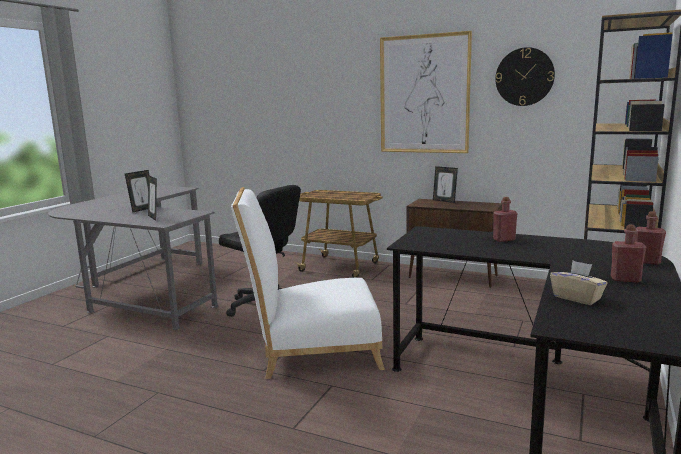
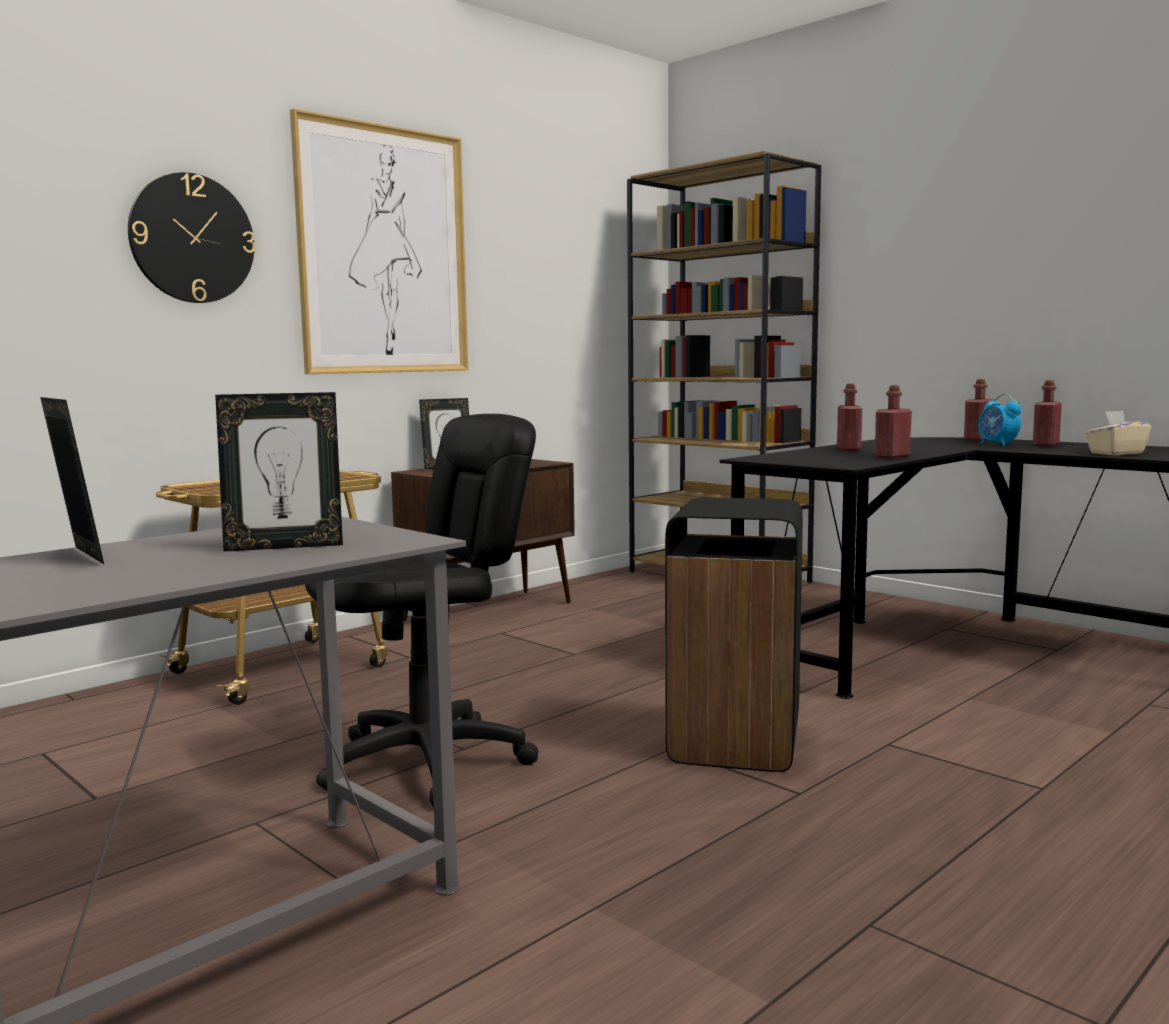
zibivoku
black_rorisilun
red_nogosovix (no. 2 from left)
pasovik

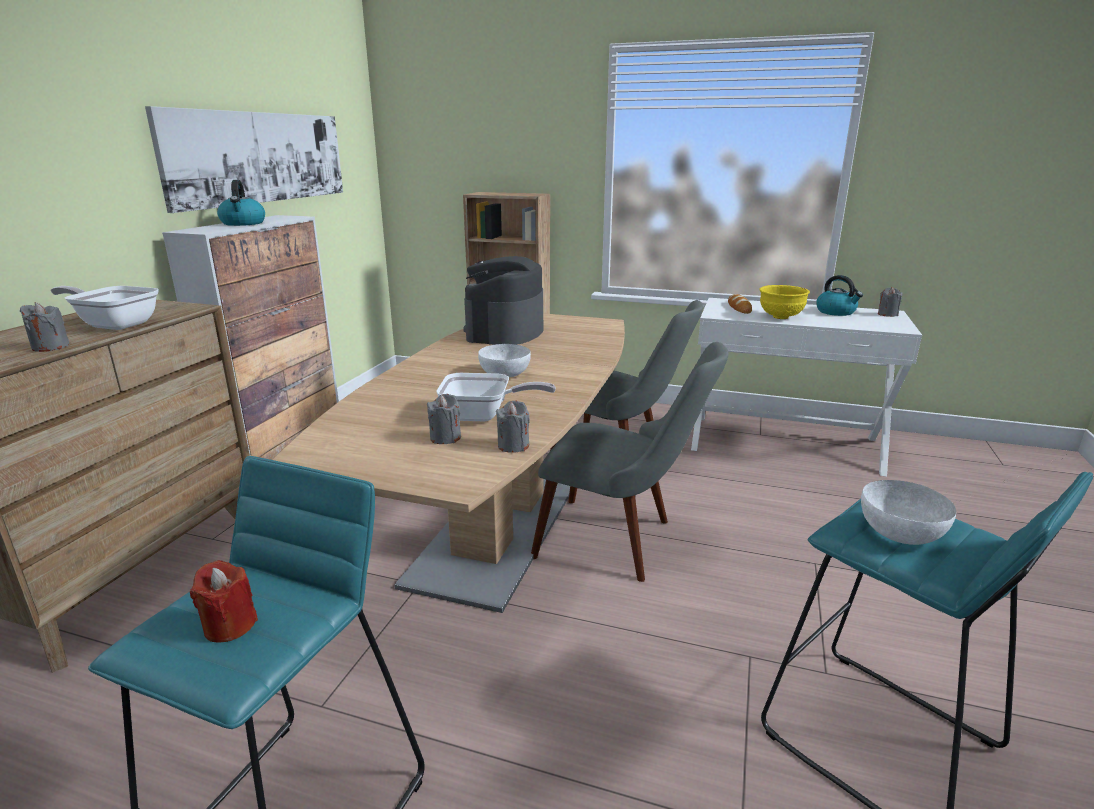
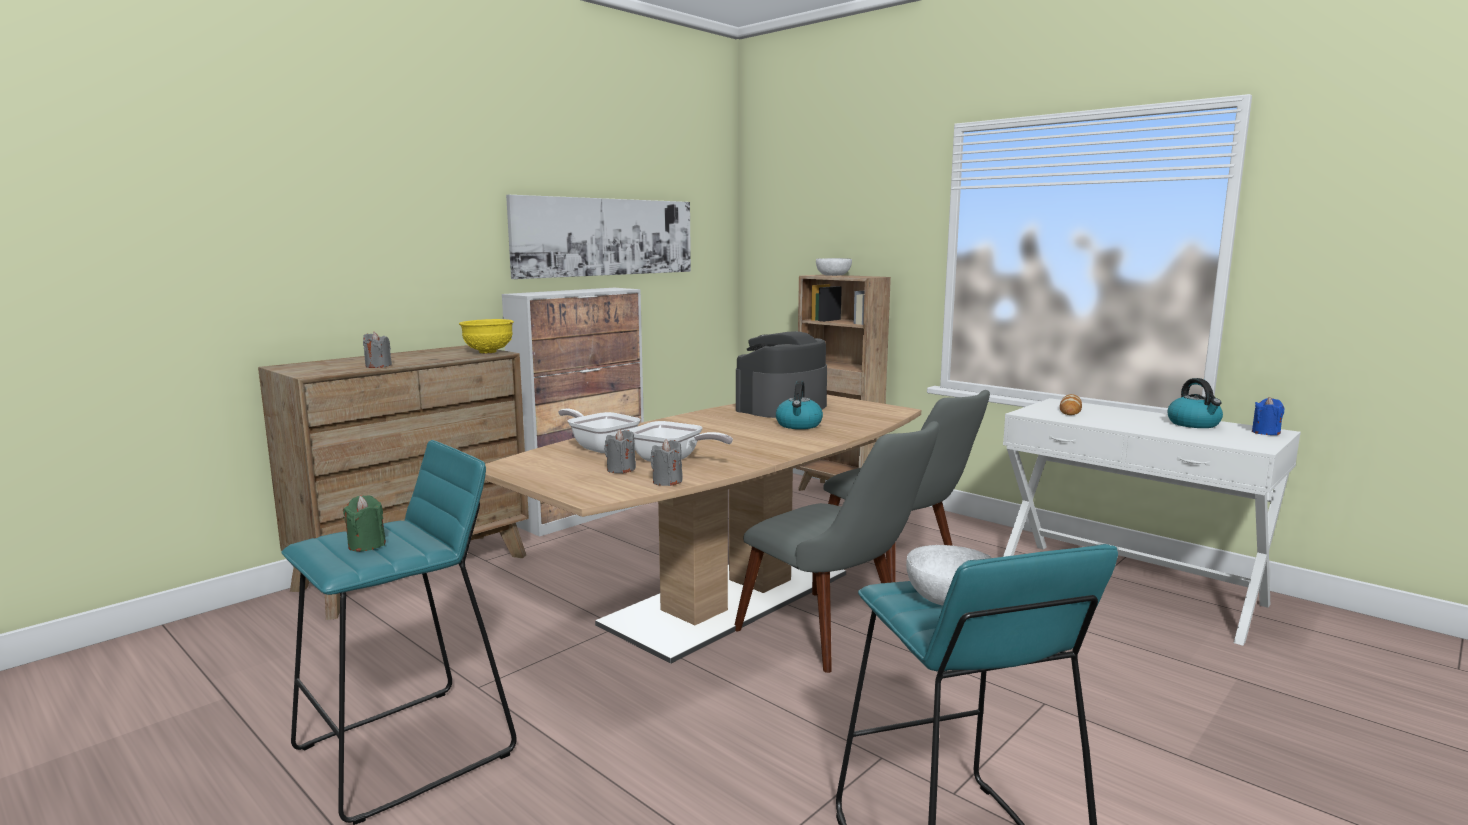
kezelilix (no. 1 from left)
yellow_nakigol
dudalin (no. 1 from left)
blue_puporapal
white_nakigol (no. 1 from left)
green_puporapal

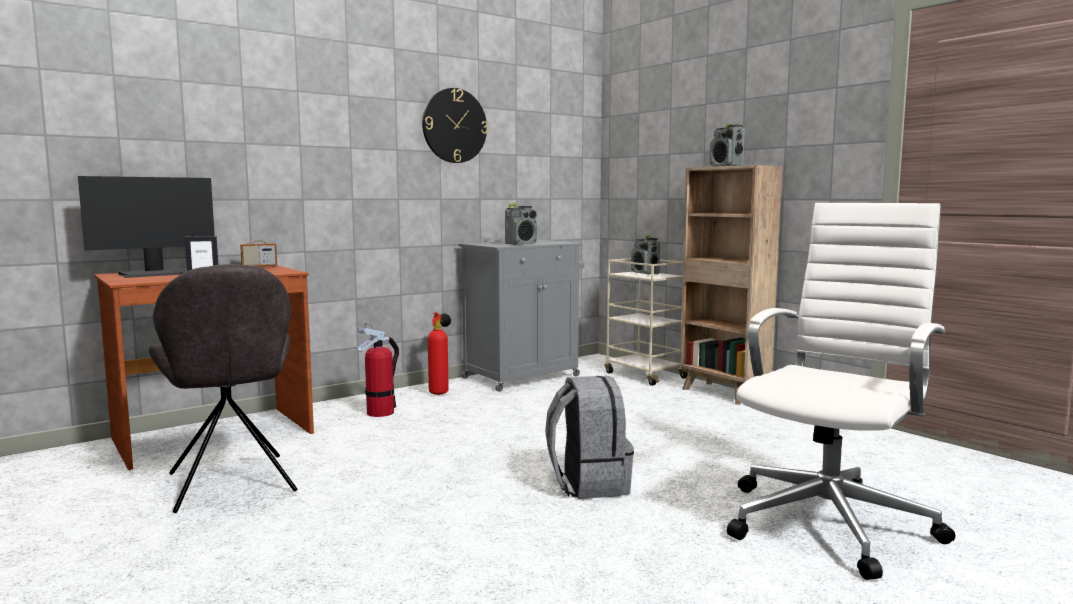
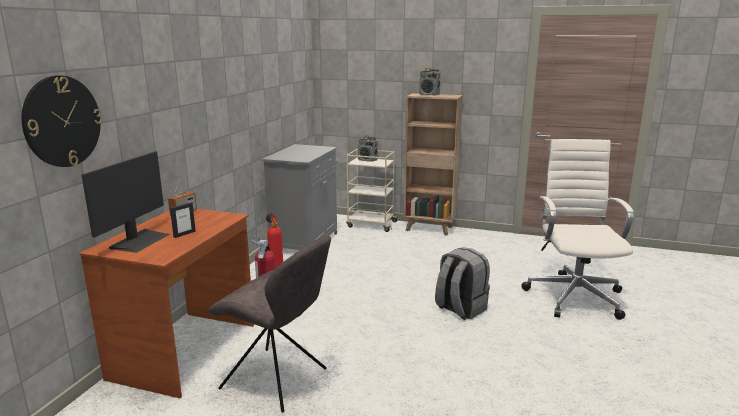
zibivoku
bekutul (no. 2 from left in the first image)

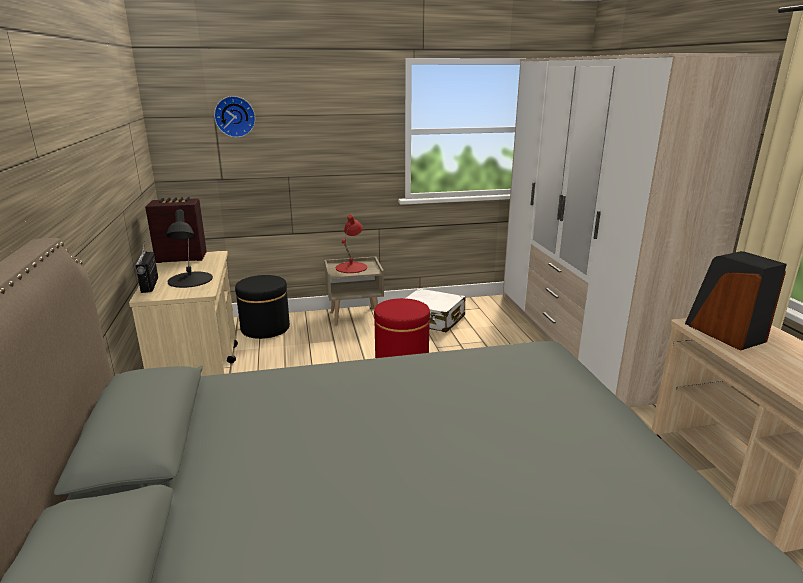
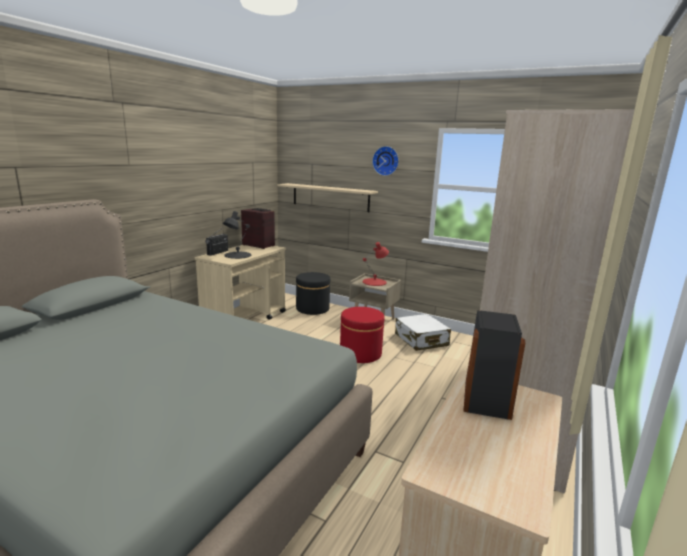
zibivoku
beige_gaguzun

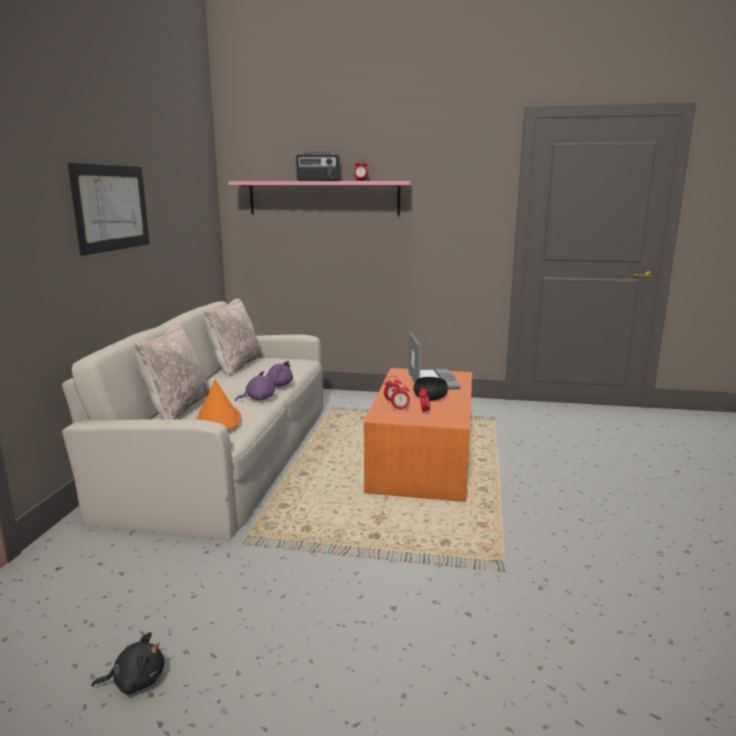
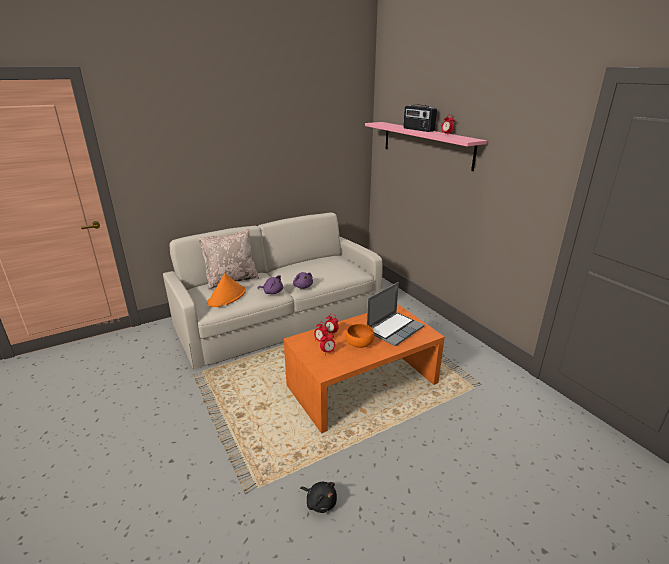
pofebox
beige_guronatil (no. 2 from left in the first image)
orange_nakigol
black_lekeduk

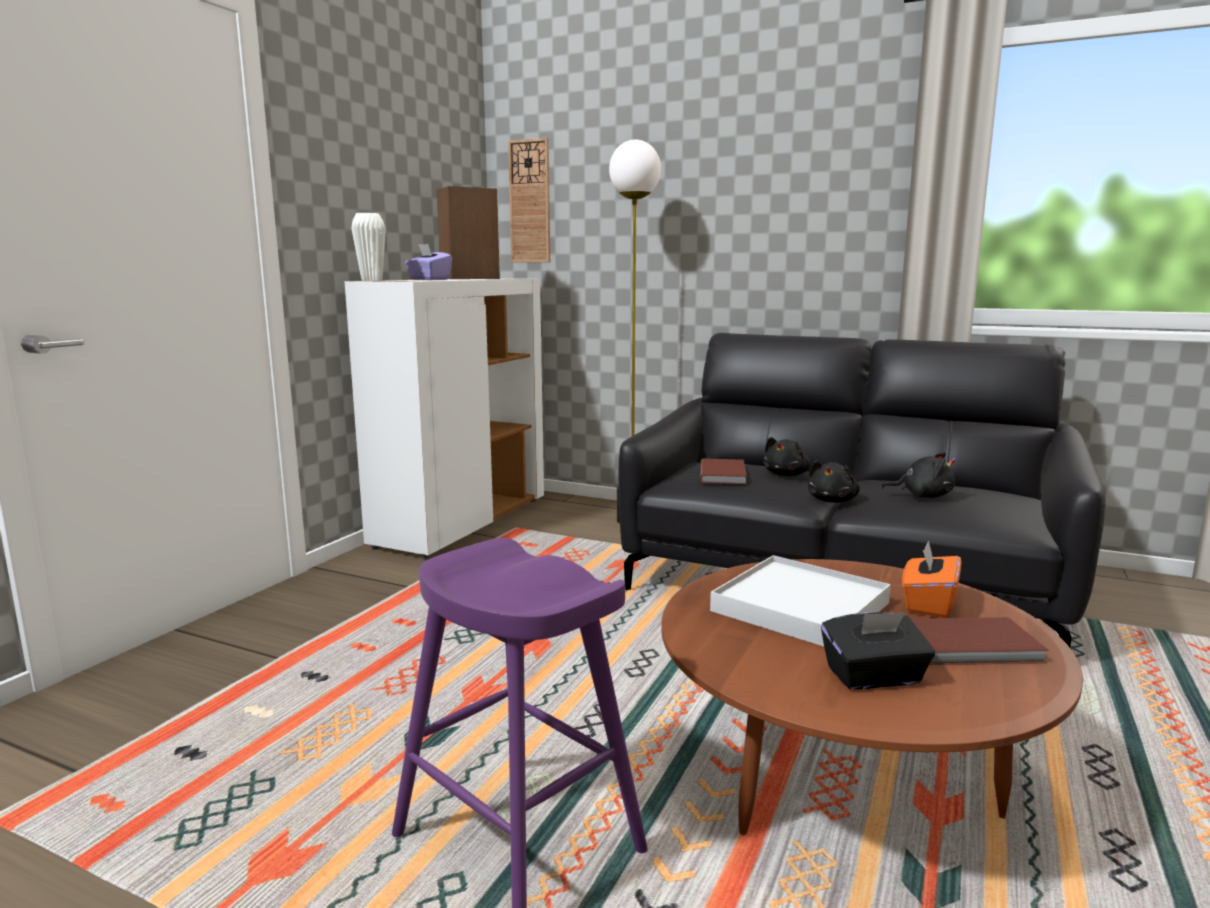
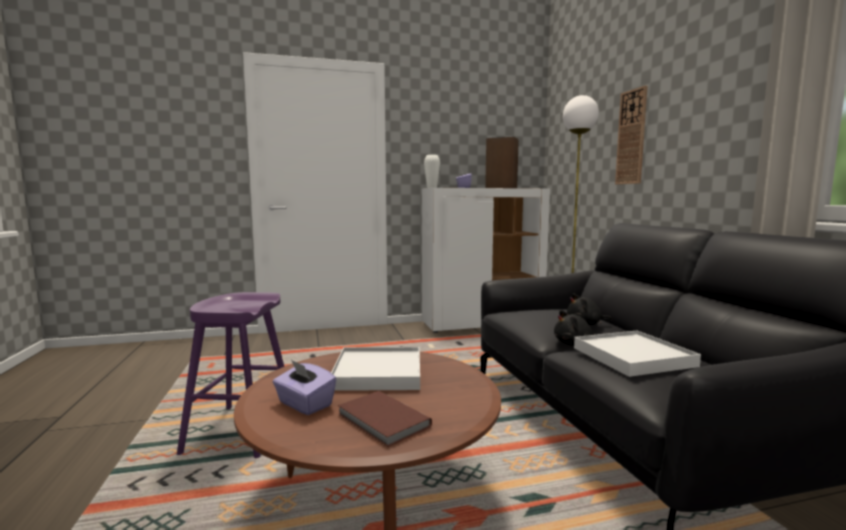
zibivoku
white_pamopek (no. 2 from left)
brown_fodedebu (no. 1 from left in the first image)
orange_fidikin
purple_fidikin (no. 1 from left)

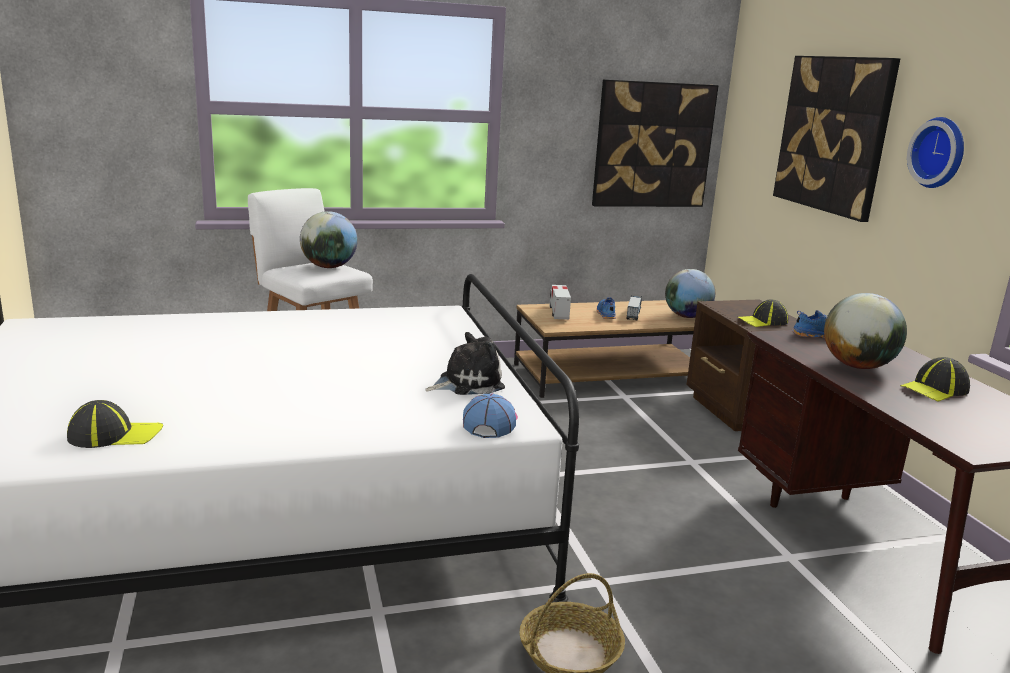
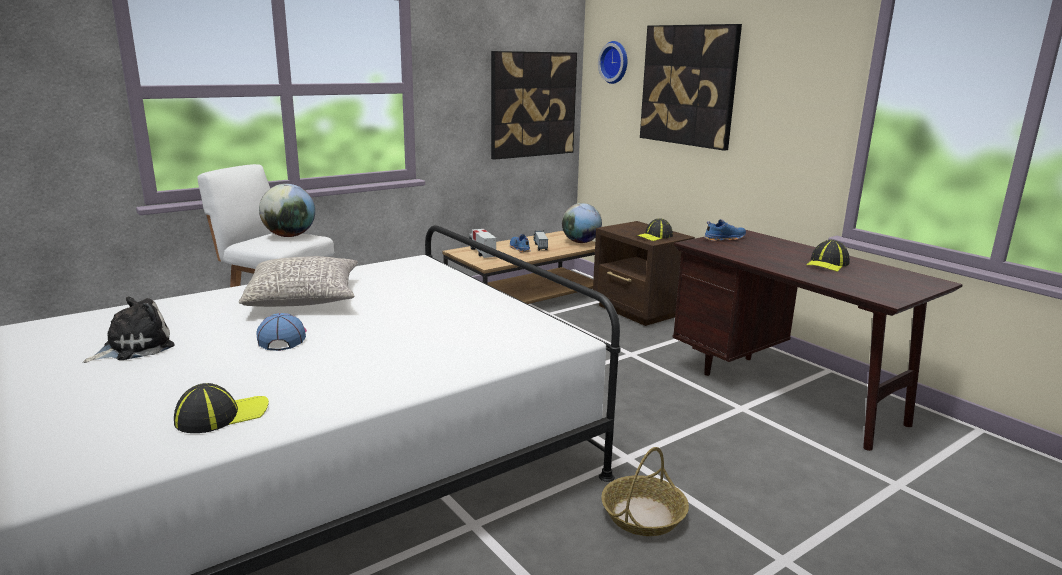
zibivoku
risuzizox (no. 3 from left in the first image)
lekeduk
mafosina (no. 2 from left)
grey_guronatil

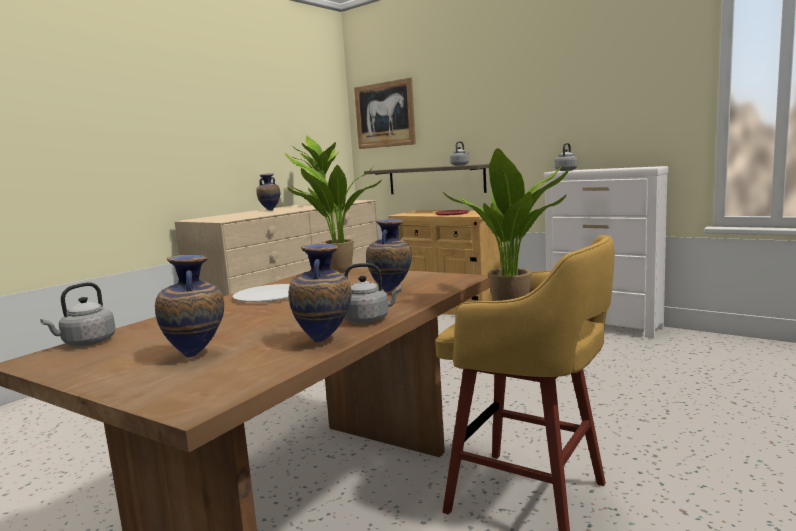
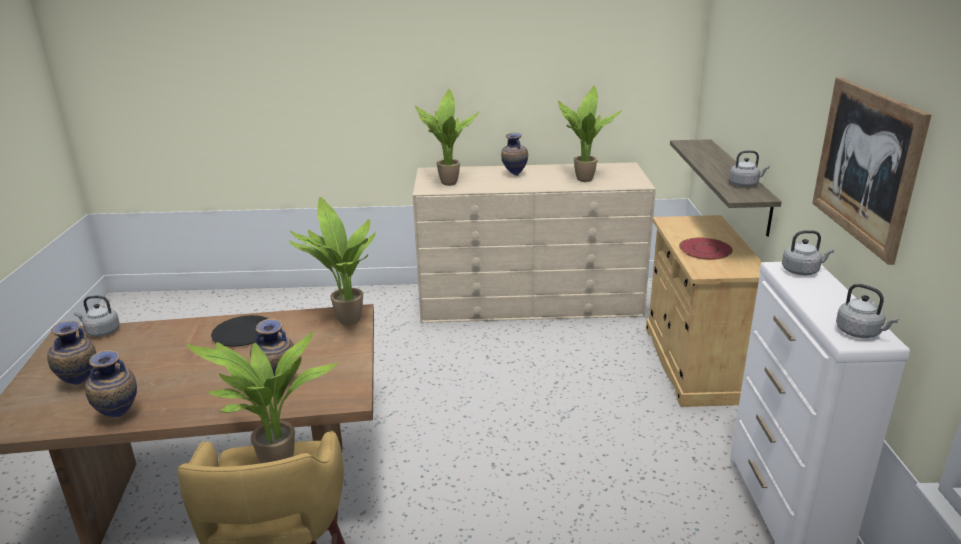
pofebox
grey_kezelilix (no. 4 from left)
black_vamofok
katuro (no. 3 from left)

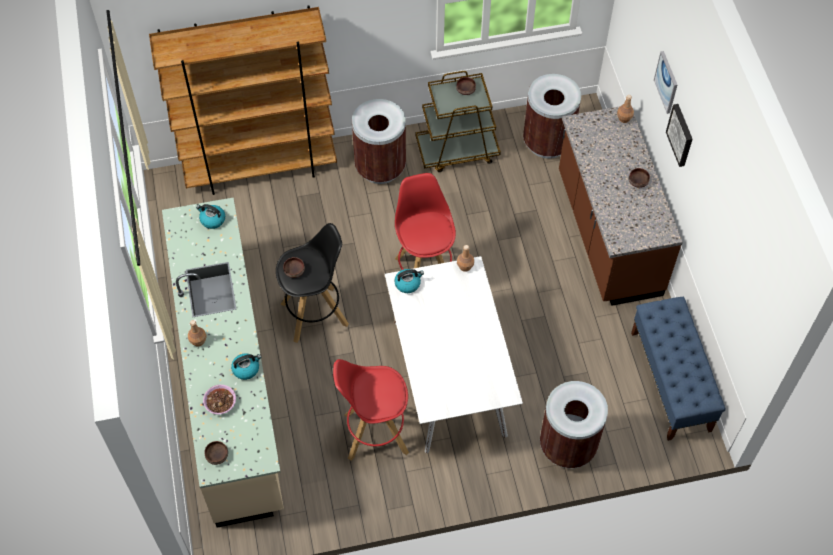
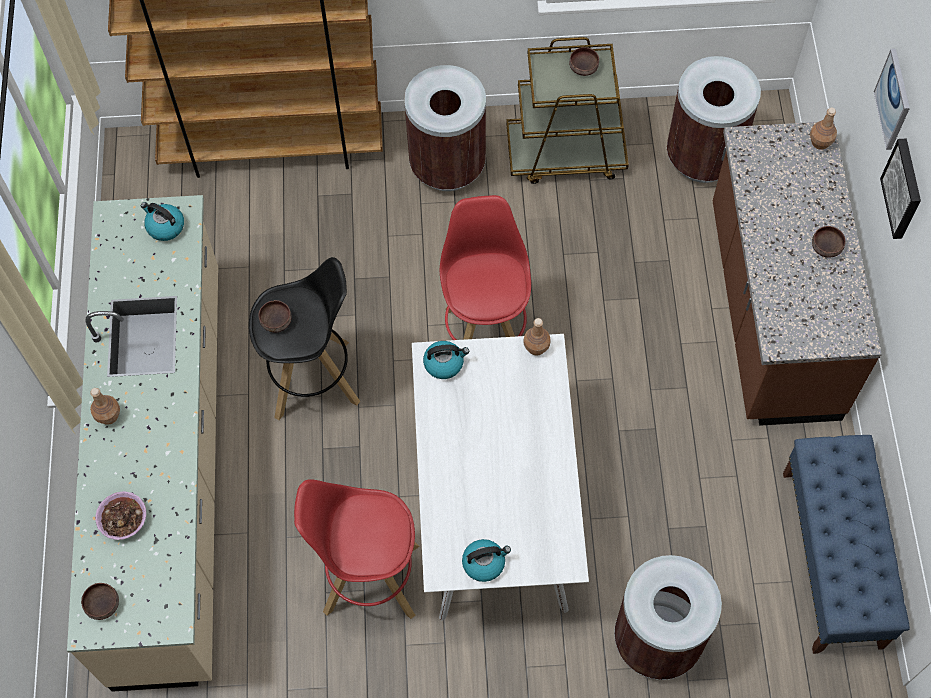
kezelilix (no. 3 from left)

